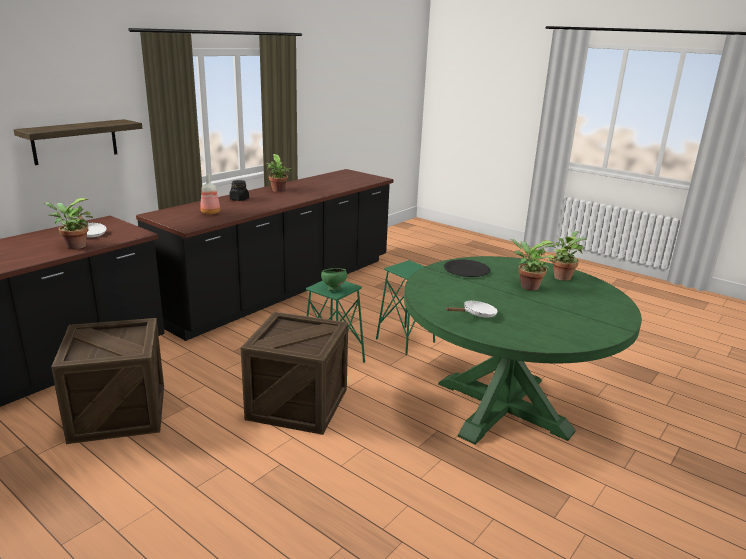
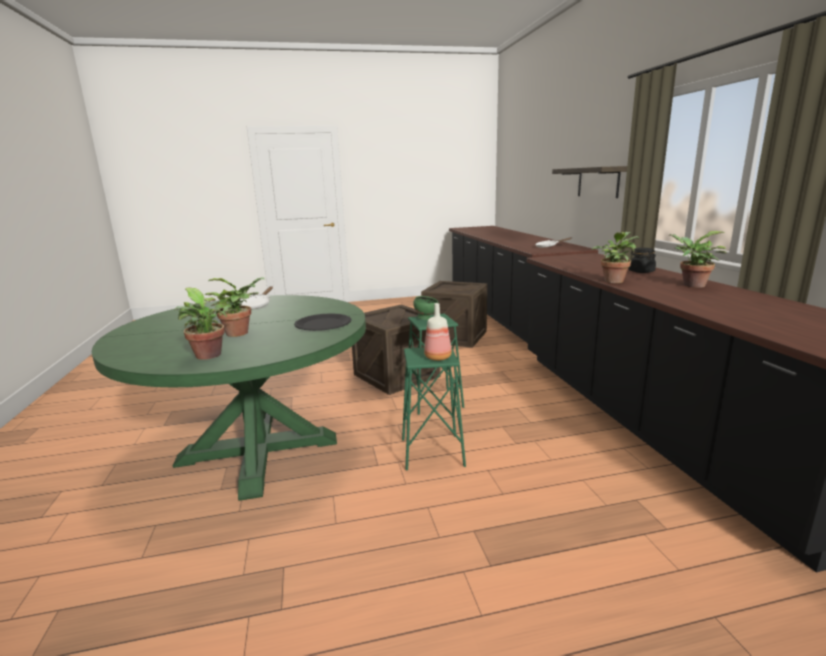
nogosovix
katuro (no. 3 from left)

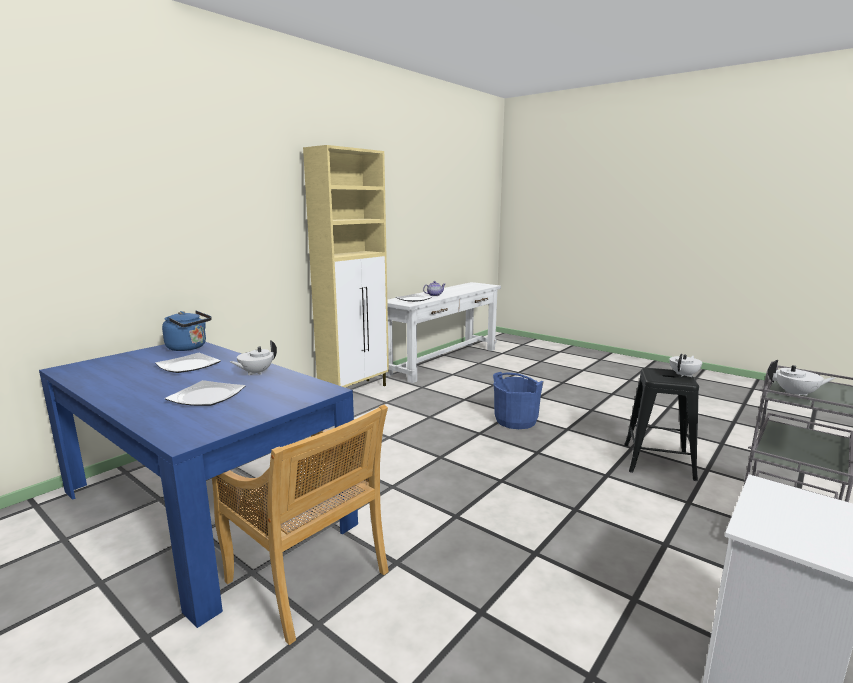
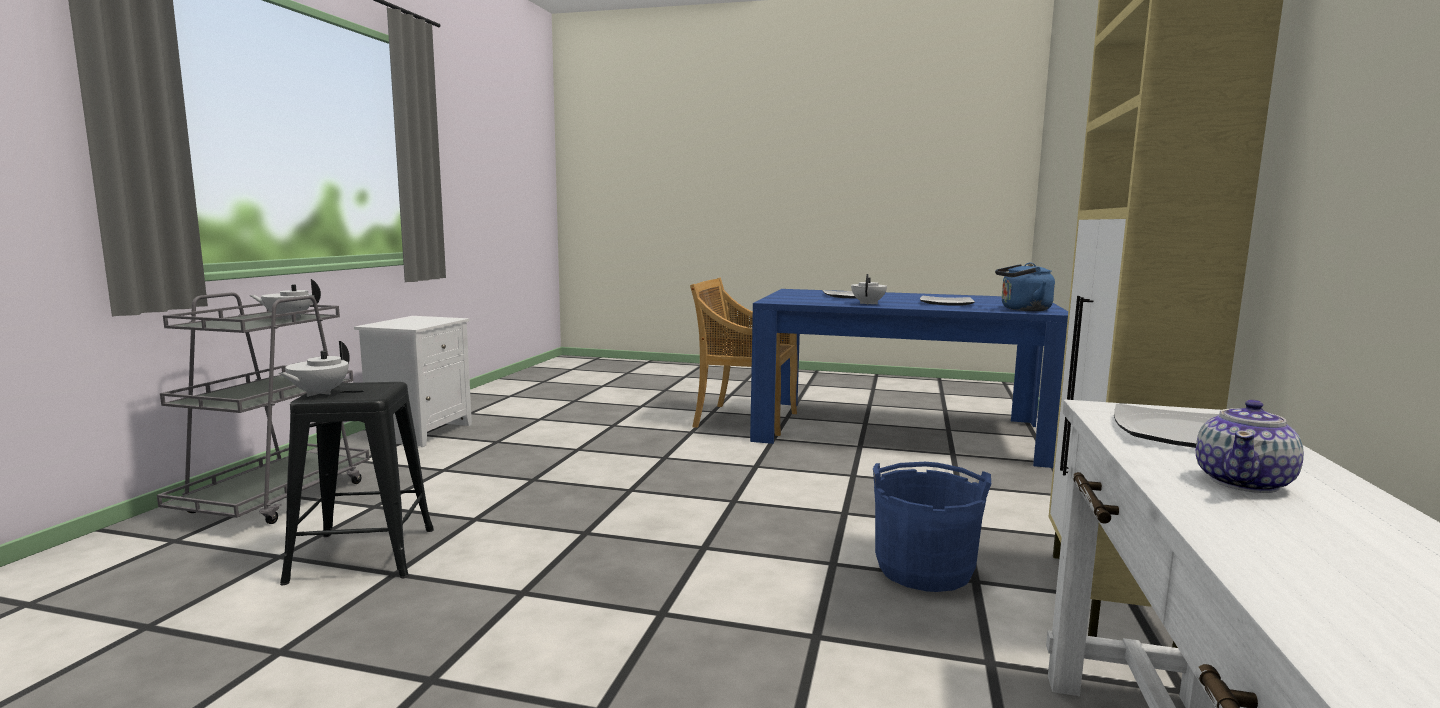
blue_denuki

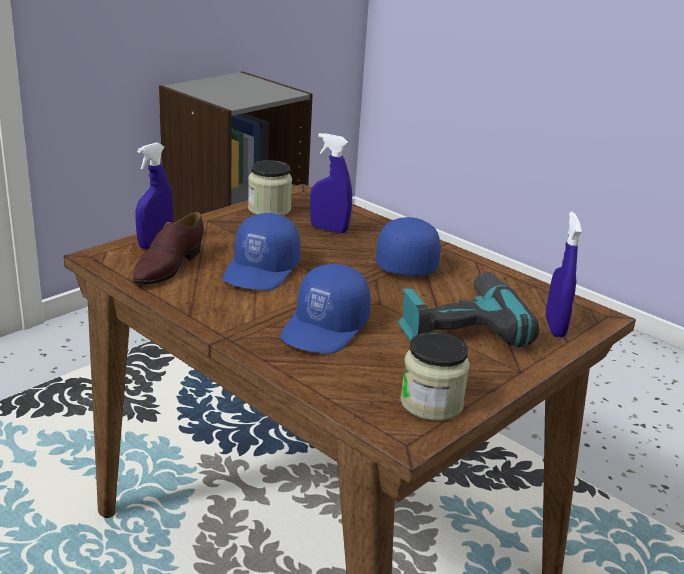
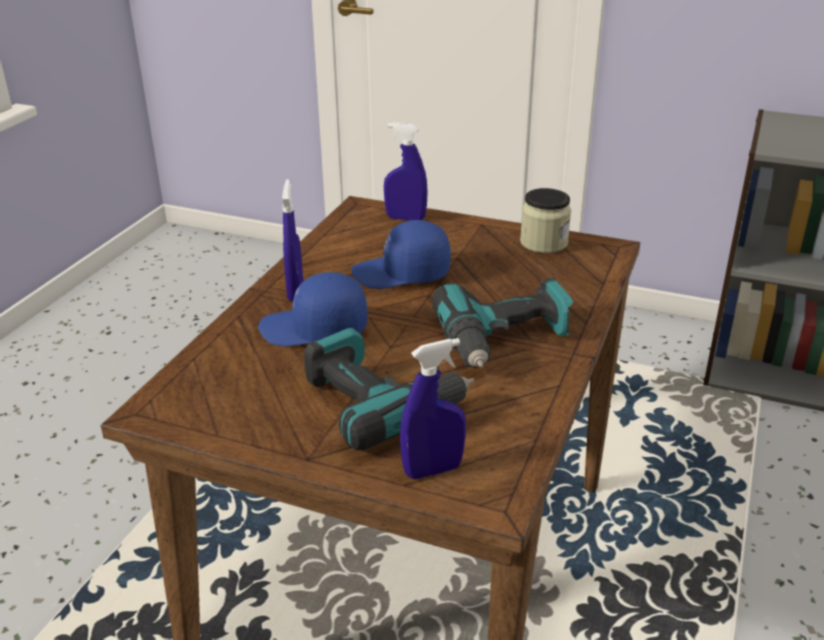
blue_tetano (no. 1 from left)
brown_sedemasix
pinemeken (no. 2 from left)
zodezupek (no. 2 from left in the first image)

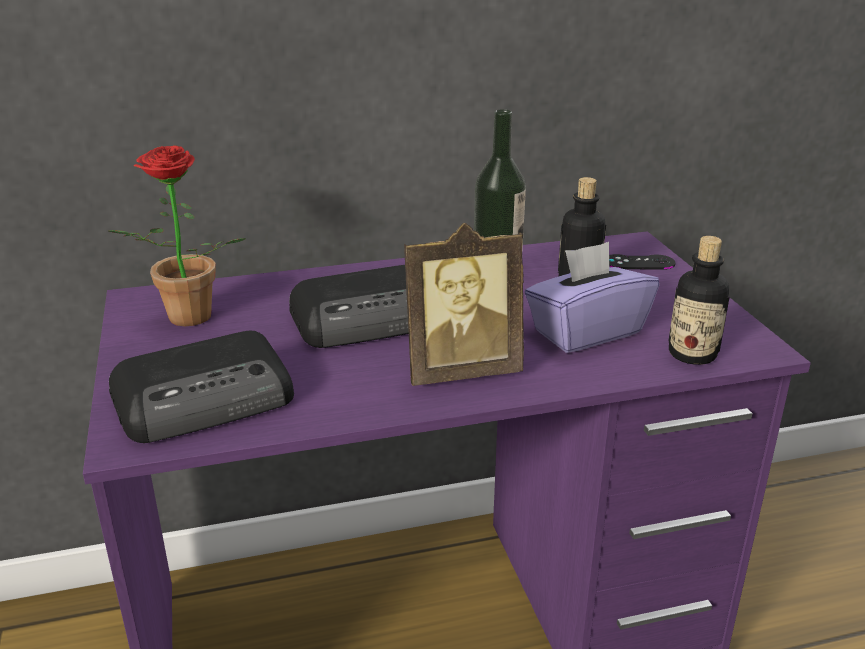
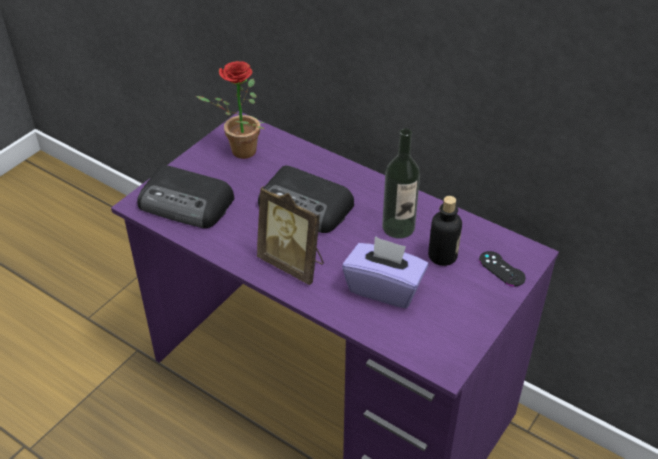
nogosovix (no. 3 from left in the first image)

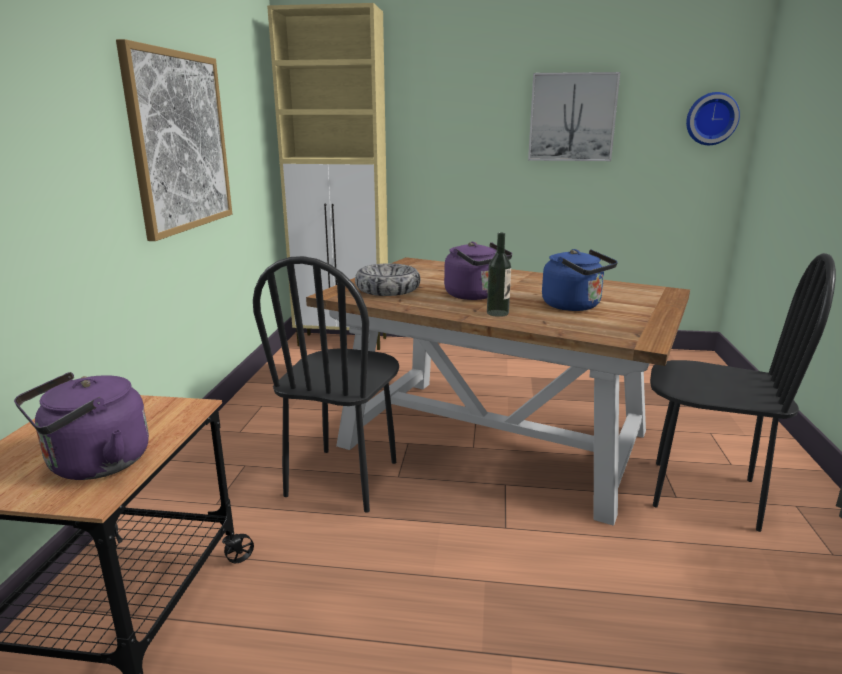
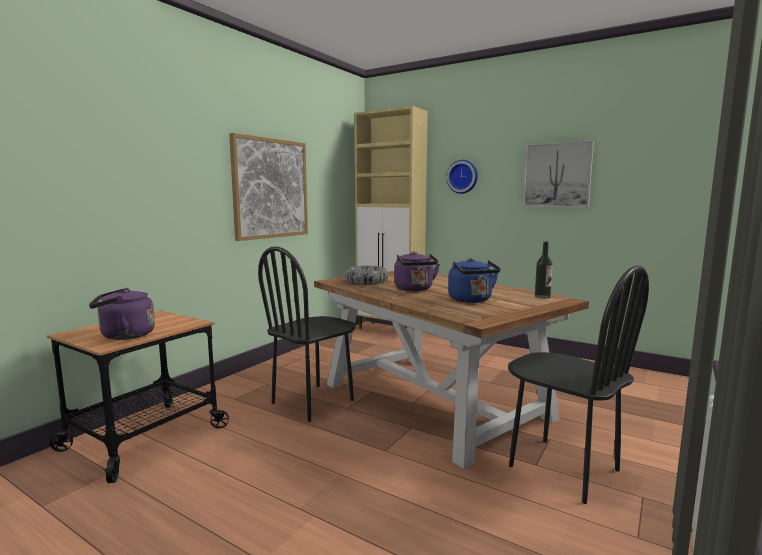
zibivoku
nogosovix

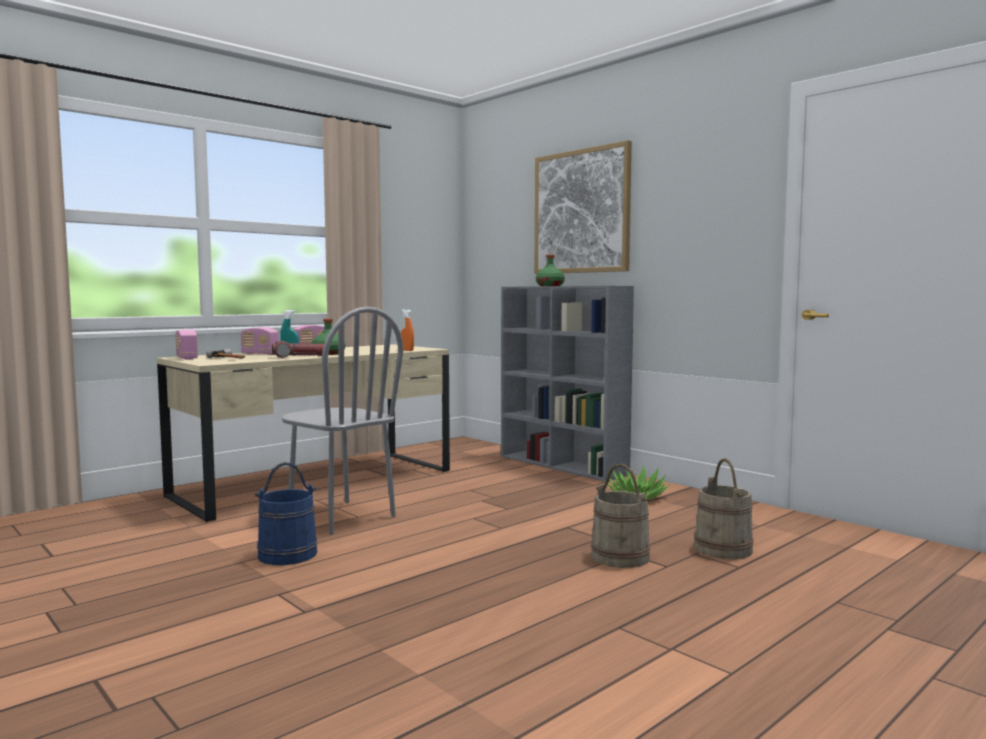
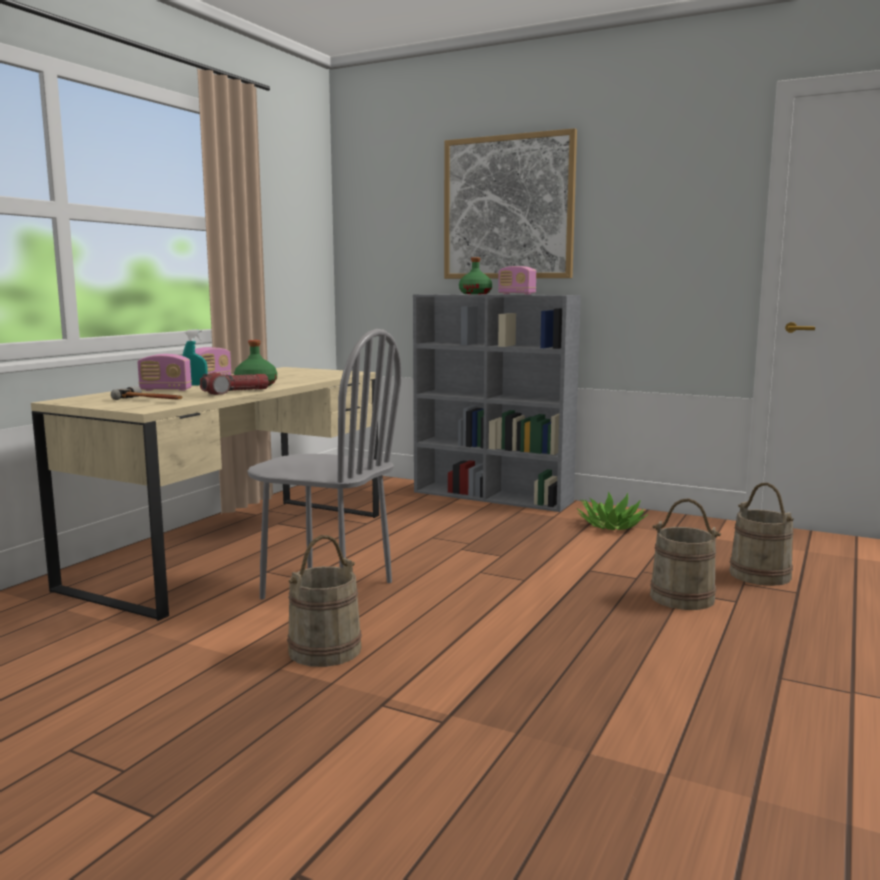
orange_tetano
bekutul (no. 3 from left)
beige_denuki (no. 1 from left)

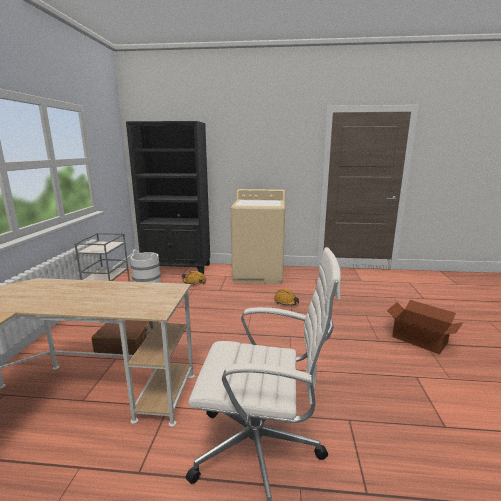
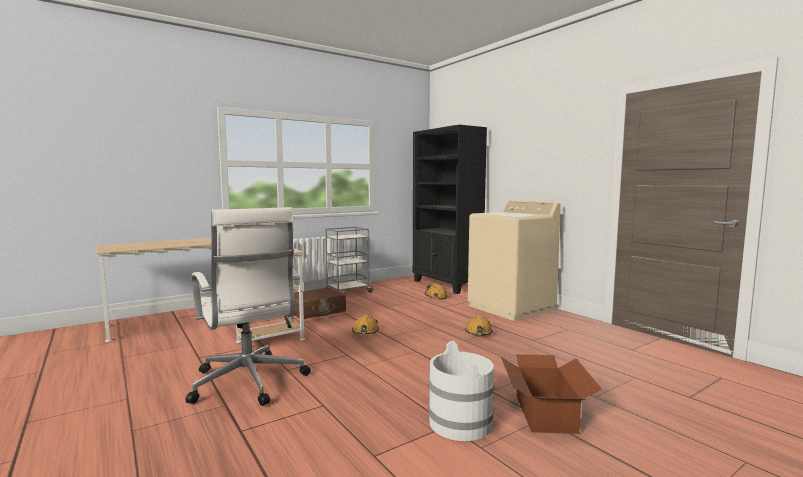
white_denuki
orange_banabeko (no. 1 from left)

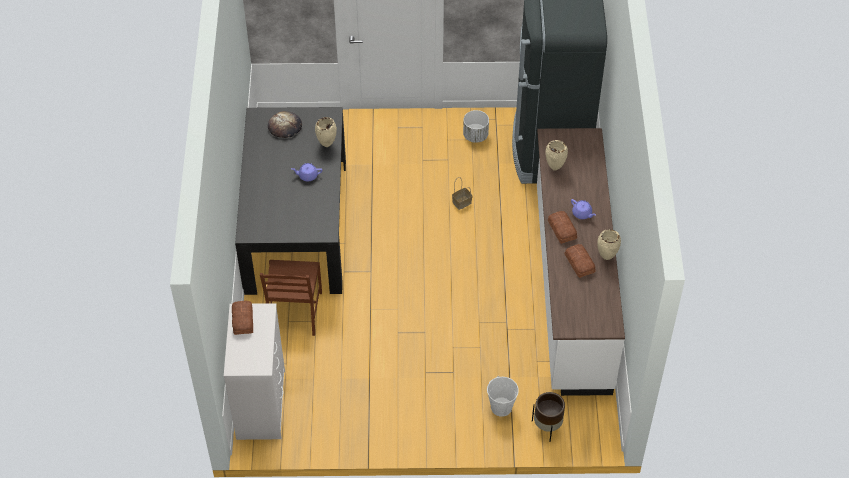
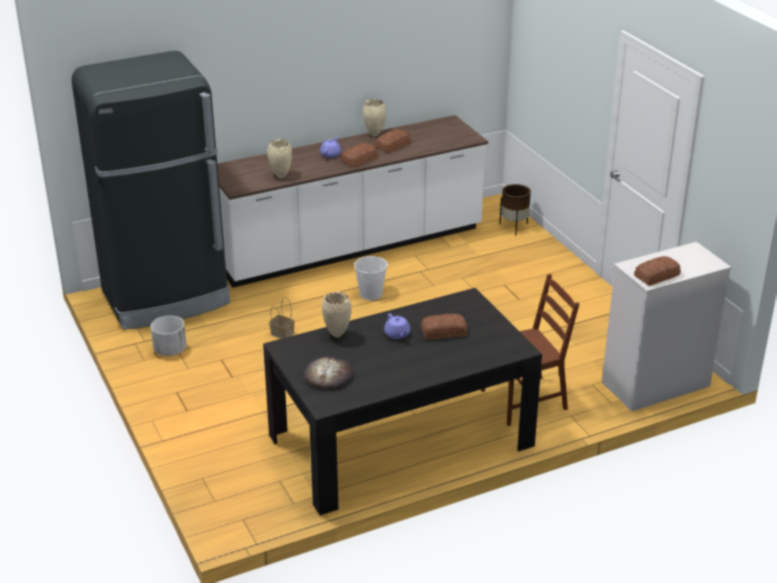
white_denuki
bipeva (no. 4 from left)

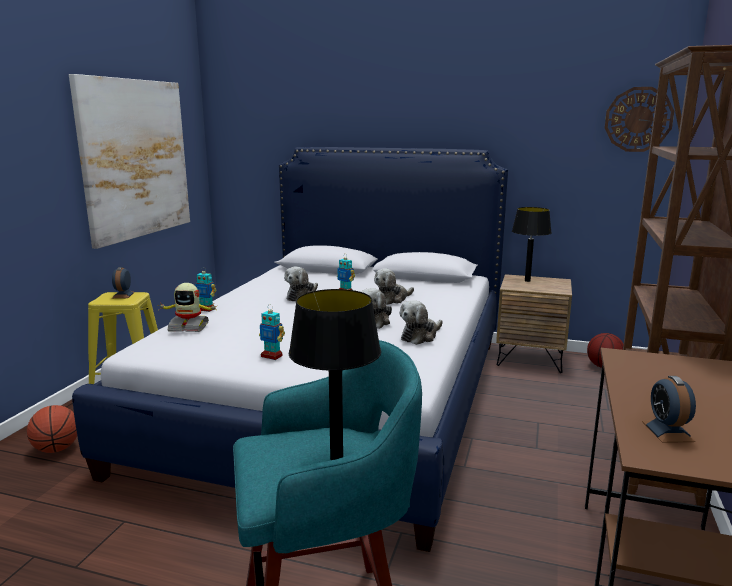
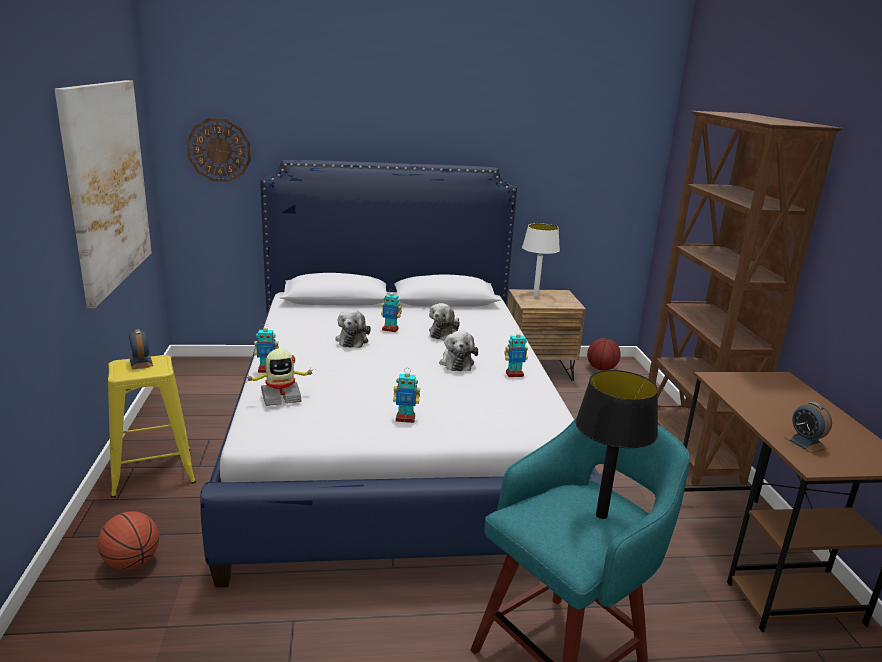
zibivoku
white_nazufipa
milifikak (no. 5 from left)

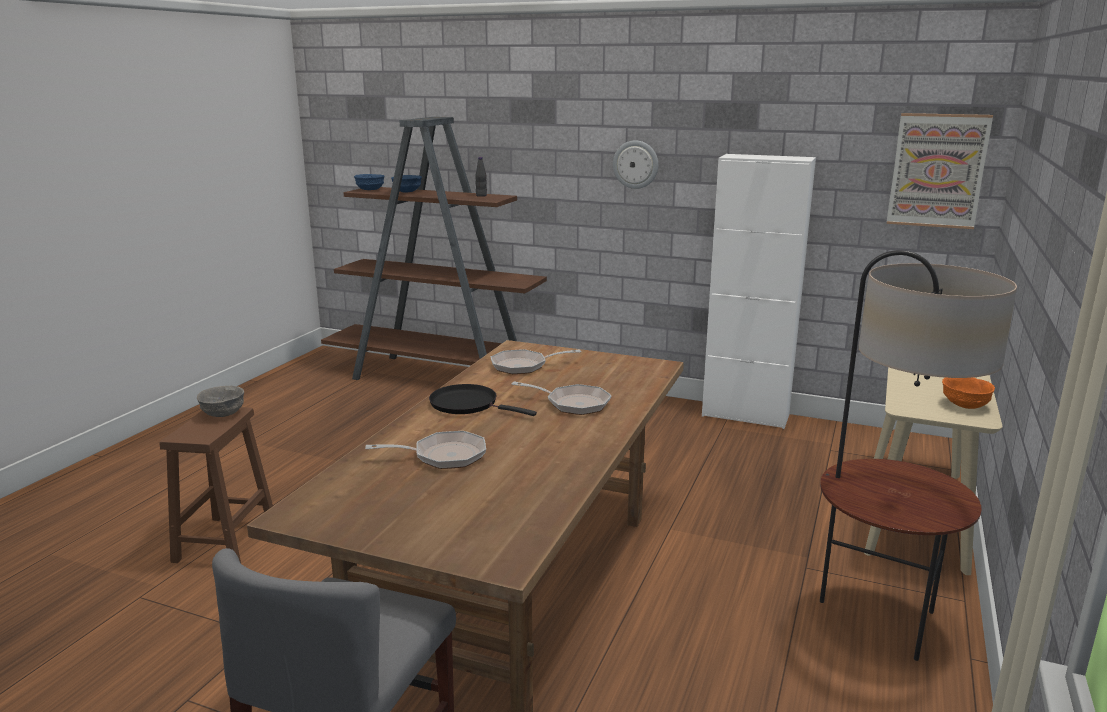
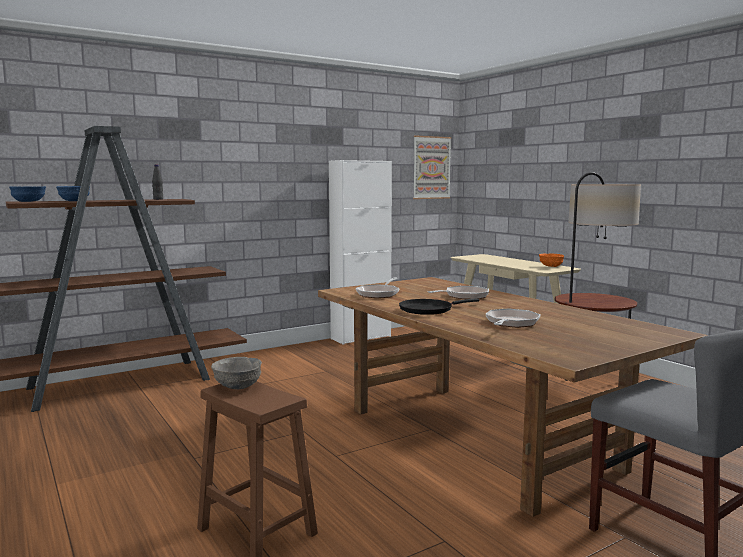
zibivoku

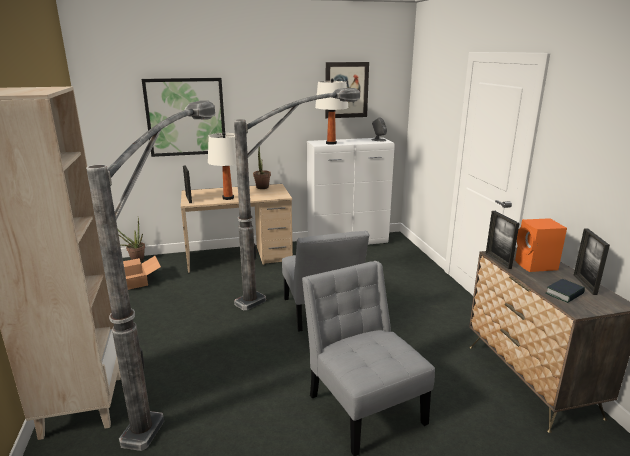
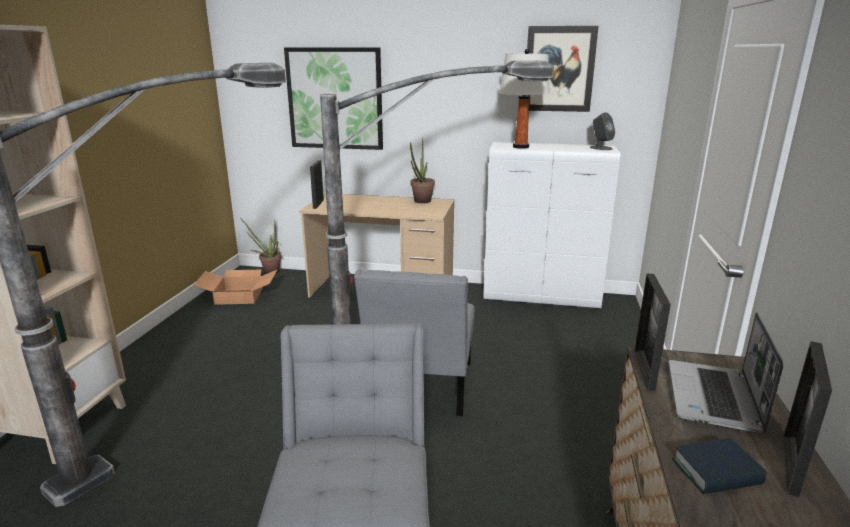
white_nazufipa (no. 1 from left in the first image)
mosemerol

